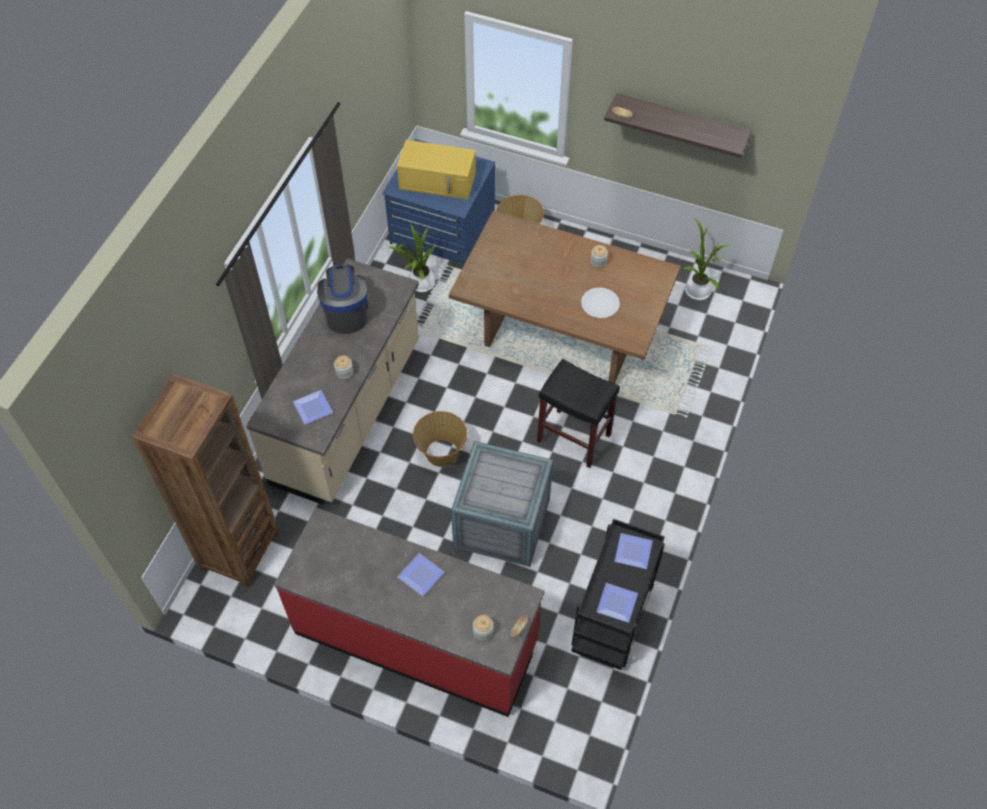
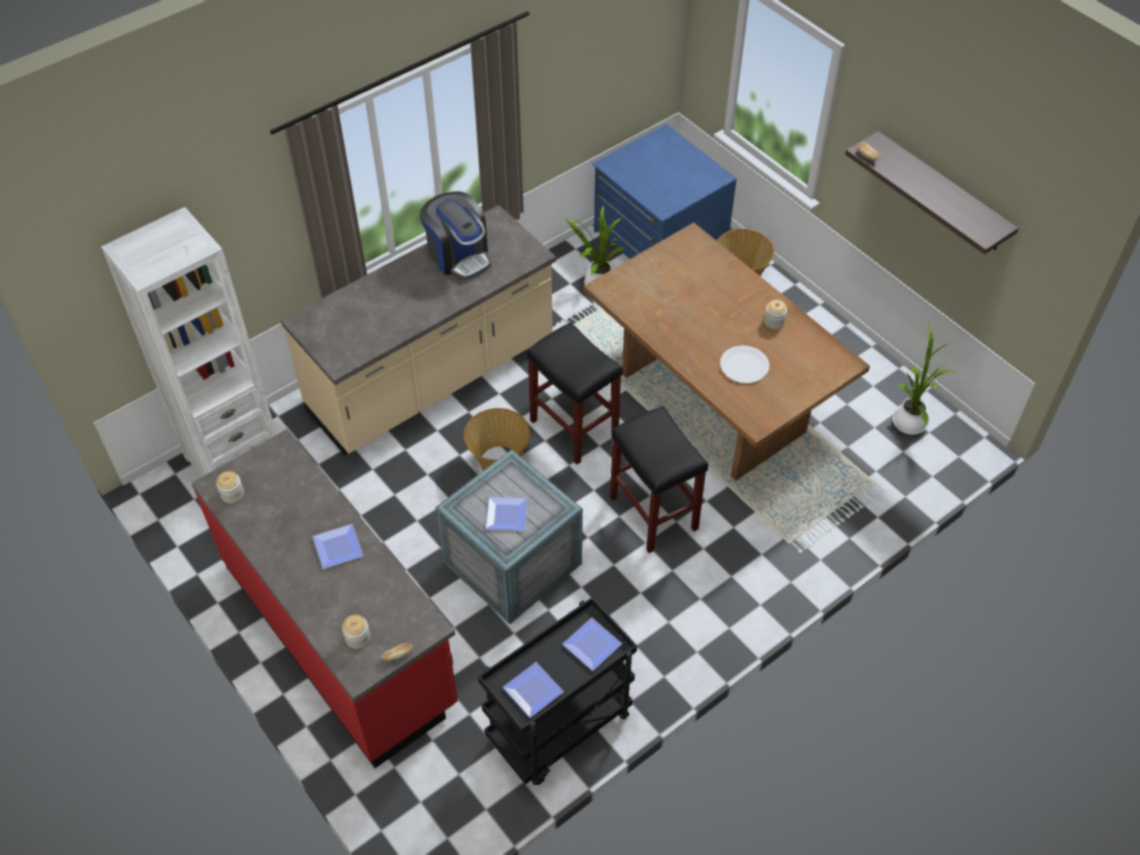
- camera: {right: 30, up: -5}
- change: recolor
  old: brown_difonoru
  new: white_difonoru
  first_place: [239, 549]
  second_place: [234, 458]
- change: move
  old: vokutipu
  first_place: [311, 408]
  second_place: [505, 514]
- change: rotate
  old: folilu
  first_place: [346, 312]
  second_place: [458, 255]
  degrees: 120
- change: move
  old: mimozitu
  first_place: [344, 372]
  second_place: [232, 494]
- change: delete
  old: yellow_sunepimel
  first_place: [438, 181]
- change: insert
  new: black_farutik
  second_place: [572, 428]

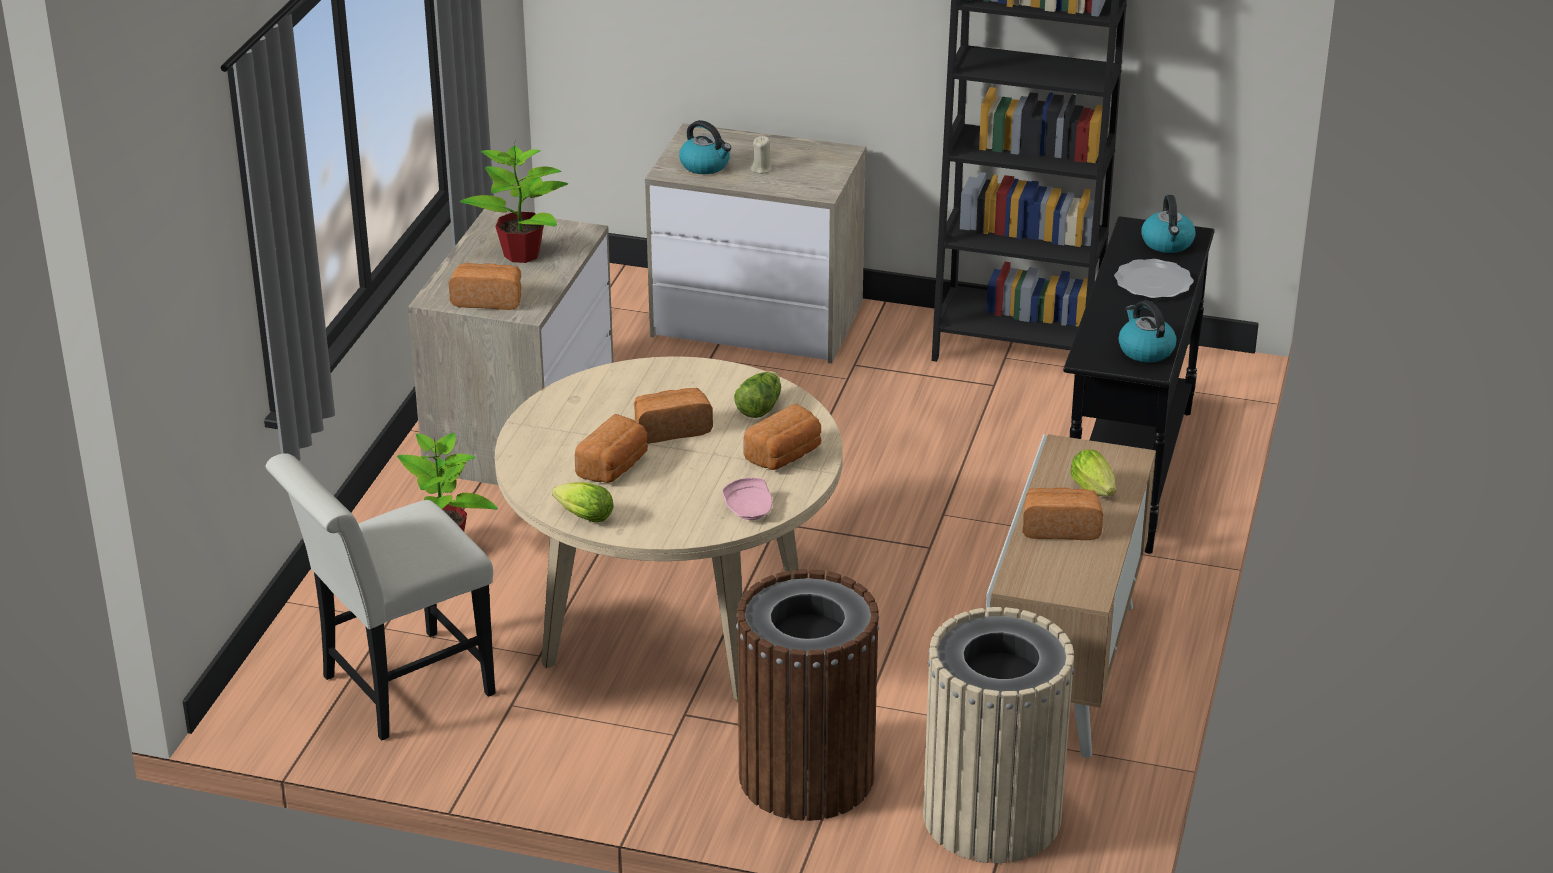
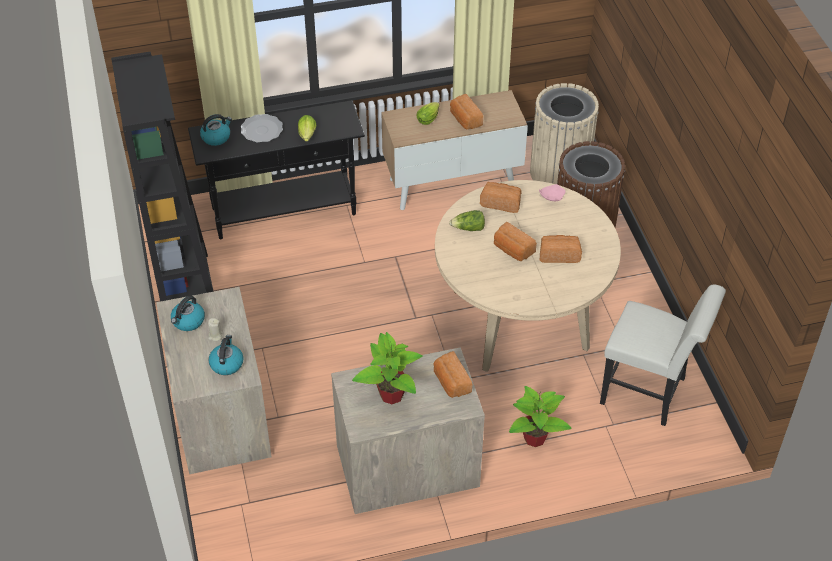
- camera: {right: -120, up: 15}
- change: move
  old: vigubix
  first_place: [582, 516]
  second_place: [307, 136]
- change: move
  old: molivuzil
  first_place: [1145, 350]
  second_place: [188, 321]

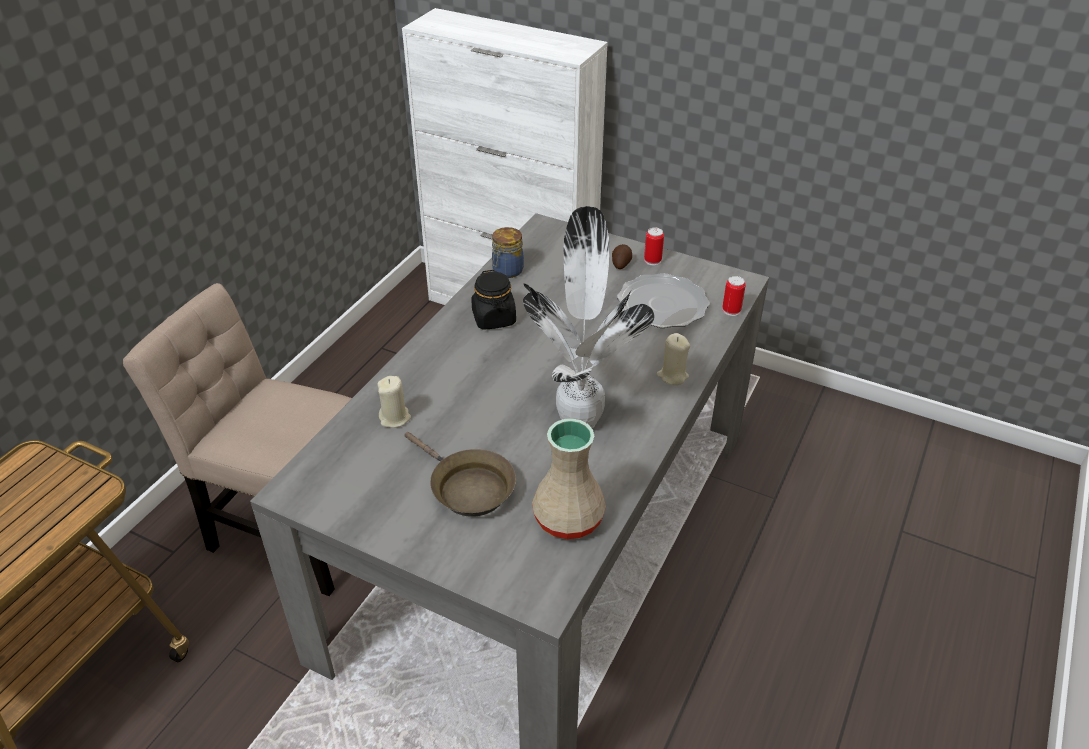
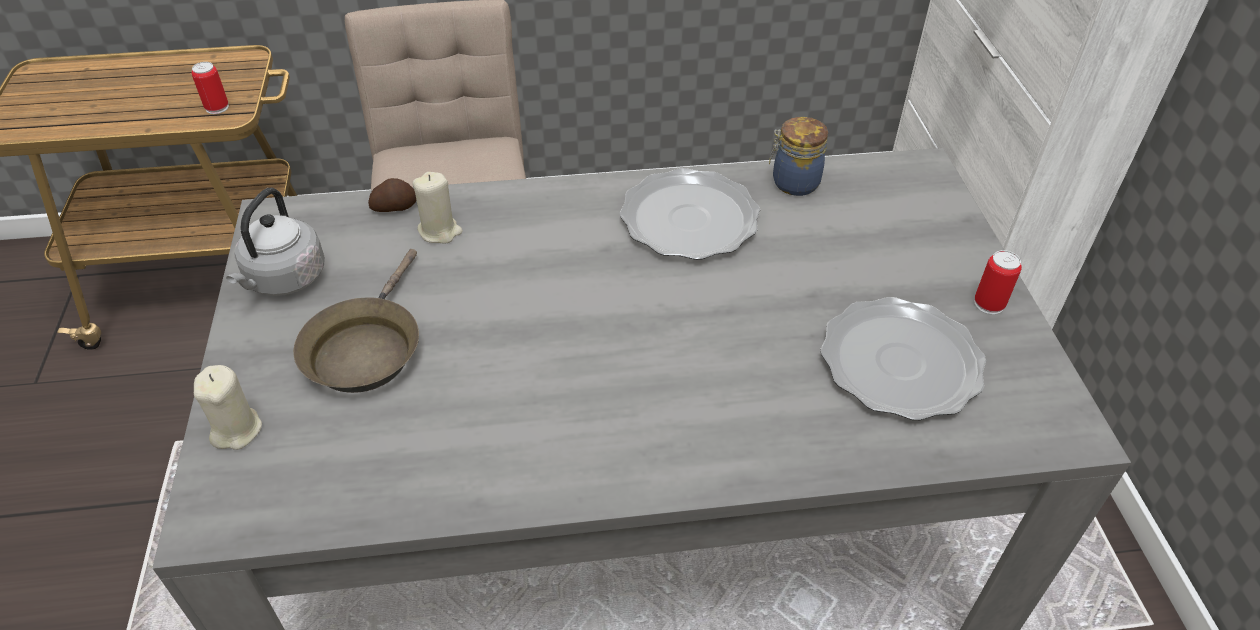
- camera: {right: 55, up: 5}
- change: replace
  old: black_mimozitu
  new: vokutipu
  first_place: [494, 318]
  second_place: [689, 218]
- change: delete
  old: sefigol
  first_place: [580, 418]
- change: delete
  old: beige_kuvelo
  first_place: [568, 520]
- change: move
  old: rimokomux
  first_place: [621, 263]
  second_place: [394, 206]
- change: move
  old: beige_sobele
  first_place: [672, 376]
  second_place: [236, 430]
- change: move
  old: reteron
  first_place: [731, 310]
  second_place: [217, 107]
- change: insert
  new: grey_molivuzil
  second_place: [284, 280]

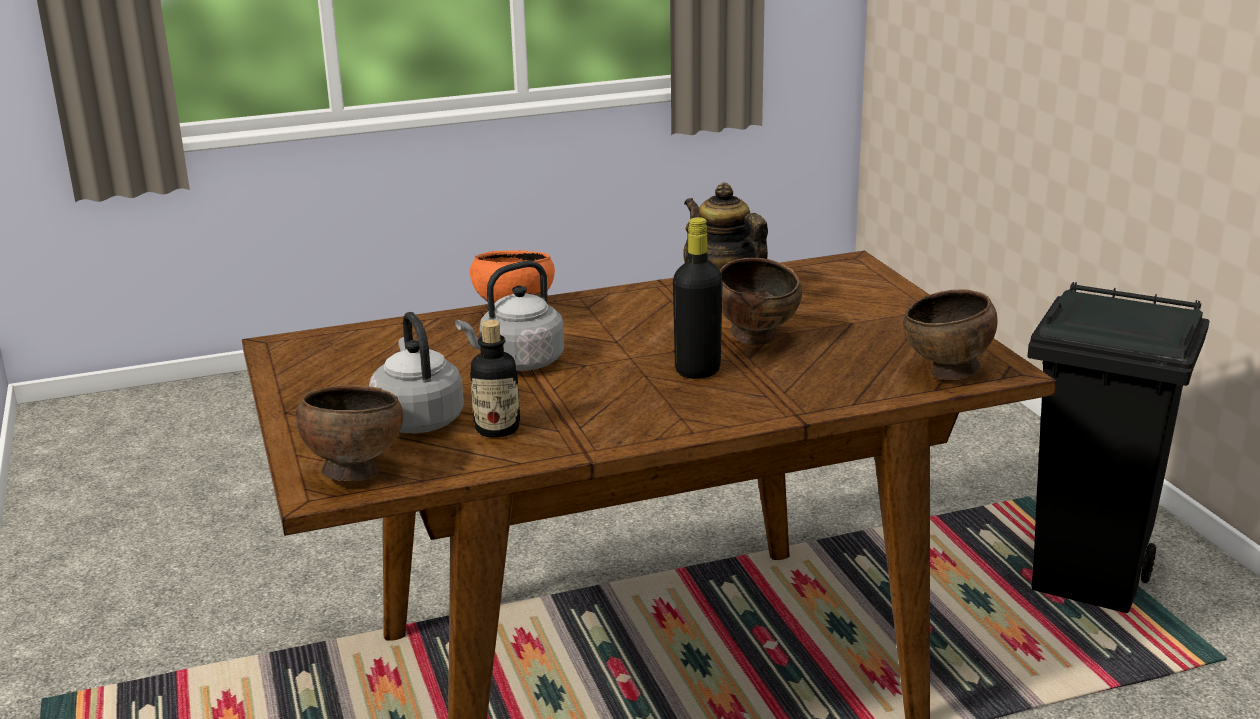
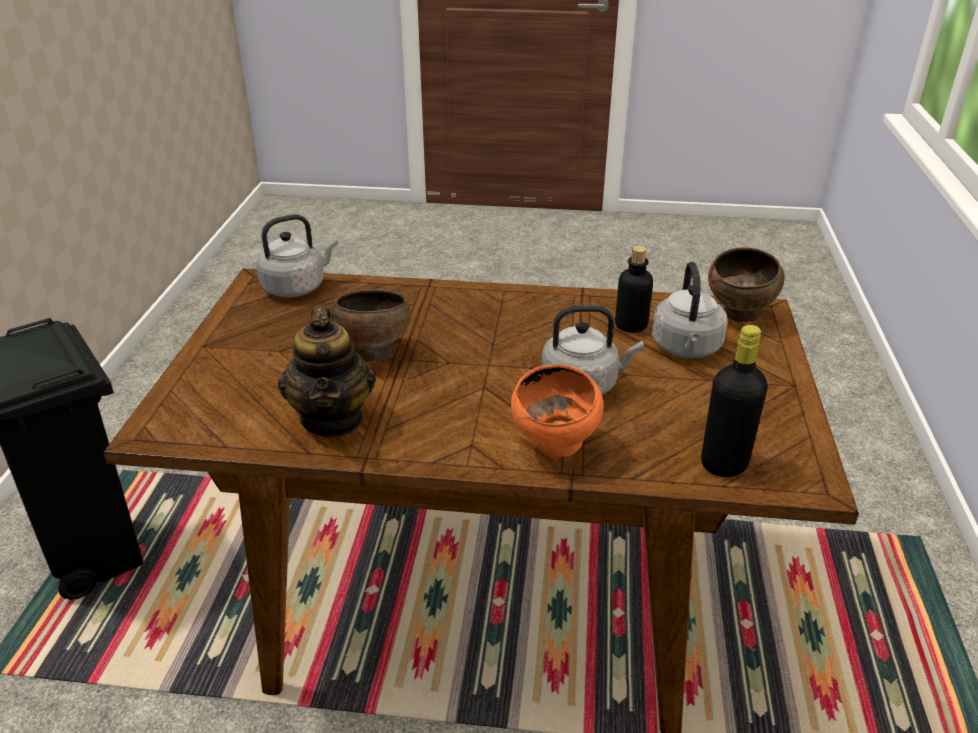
- camera: {right: -155, up: 10}
- change: move
  old: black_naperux
  first_place: [697, 370]
  second_place: [724, 464]
- change: replace
  old: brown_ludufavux
  new: grey_molivuzil
  first_place: [947, 375]
  second_place: [297, 287]

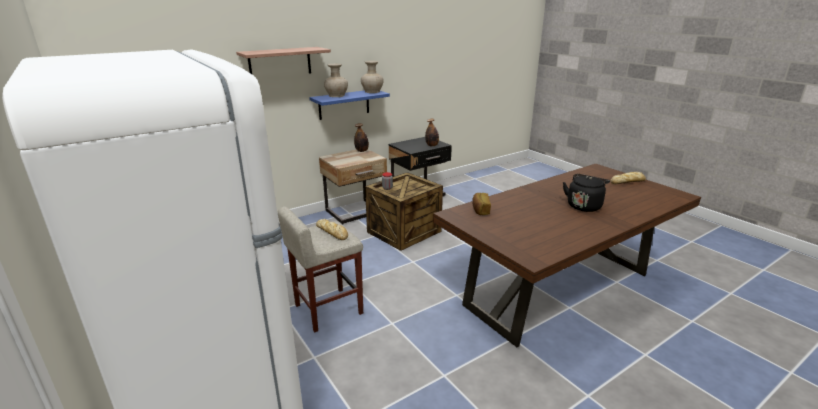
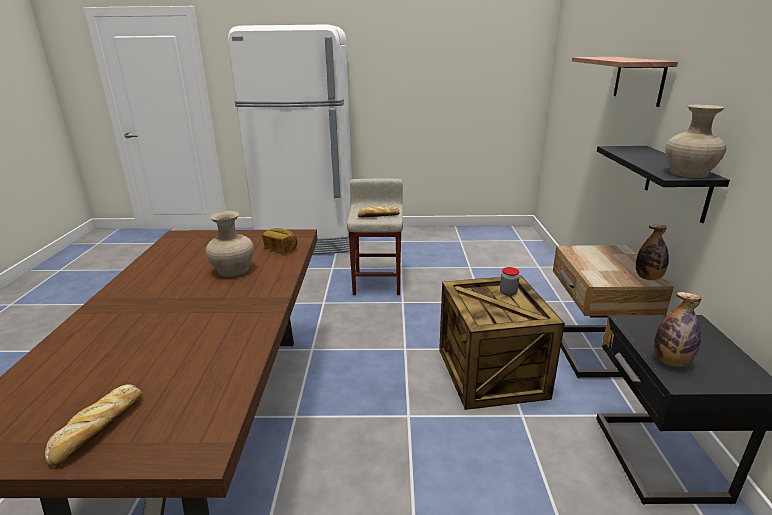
- camera: {right: 125, up: 0}
- change: recolor
  old: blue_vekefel
  new: black_vekefel
  first_place: [344, 104]
  second_place: [677, 182]
- change: move
  old: beige_kuvelo
  first_place: [336, 95]
  second_place: [233, 269]
- change: delete
  old: black_molivuzil
  first_place: [584, 206]

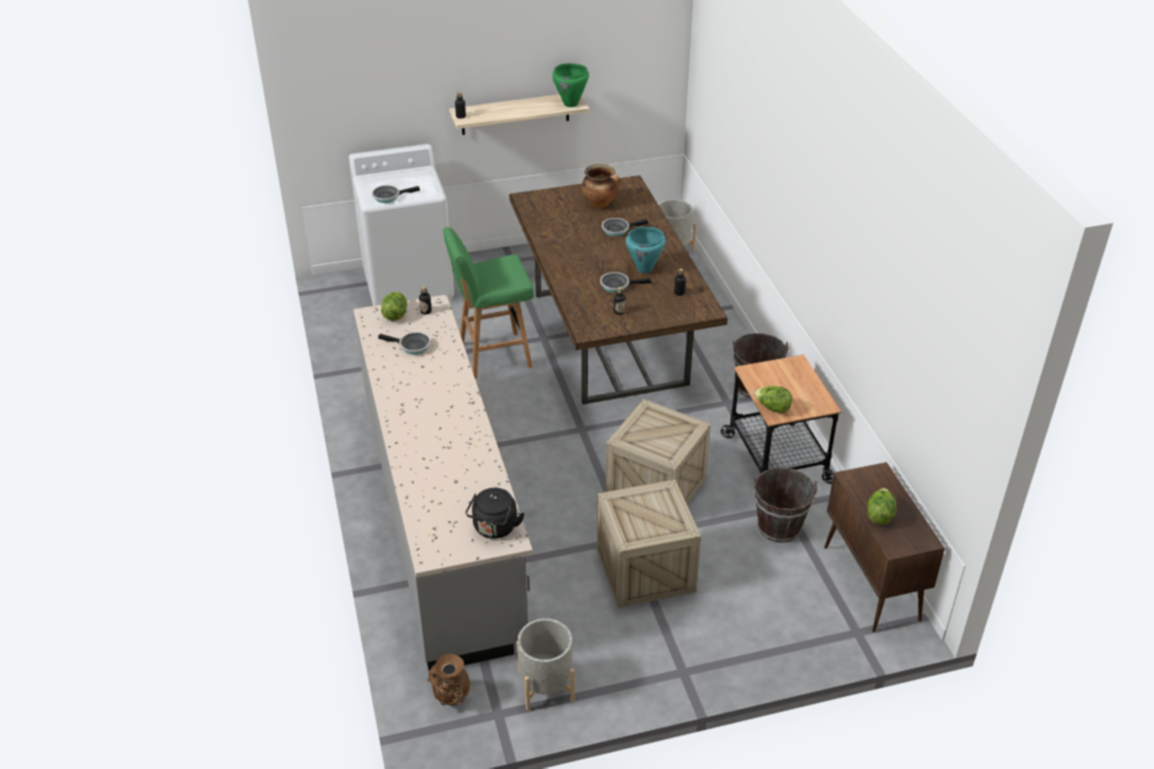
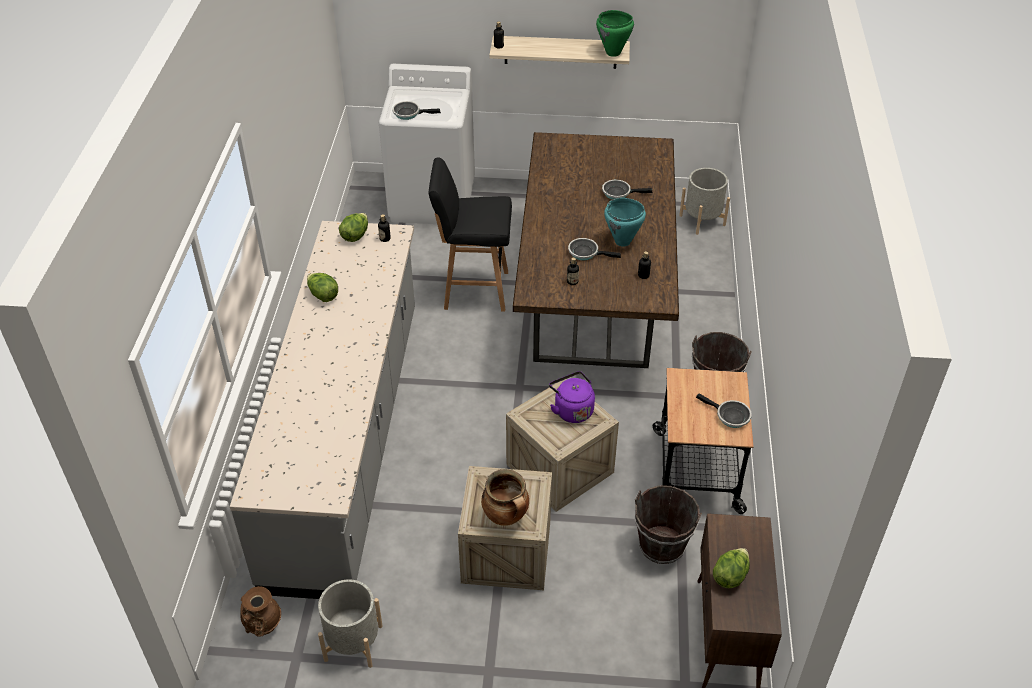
- camera: {right: 20, up: 5}
- change: move
  old: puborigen
  first_place: [412, 346]
  second_place: [730, 416]
- change: recolor
  old: green_farutik
  new: black_farutik
  first_place: [493, 355]
  second_place: [474, 290]
- change: delete
  old: black_molivuzil
  first_place: [494, 529]
- change: move
  old: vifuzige
  first_place: [600, 204]
  second_place: [506, 517]
- change: move
  old: vigubix
  first_place: [772, 408]
  second_place: [323, 295]
- change: insert
  new: purple_molivuzil
  second_place: [572, 410]

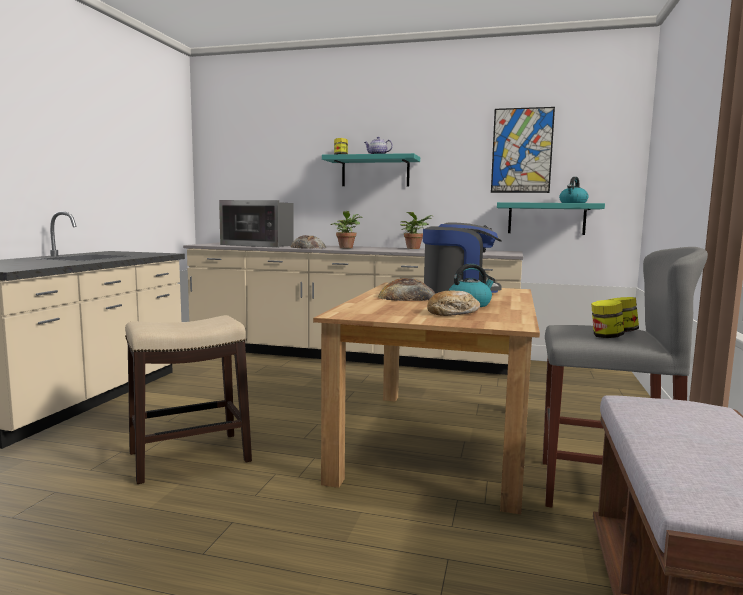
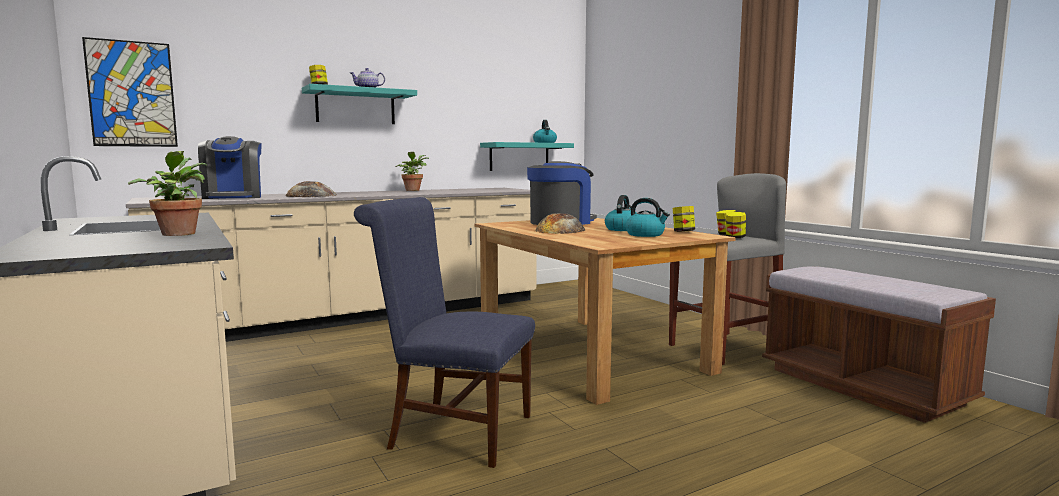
- camera: {right: -45, up: 0}
- change: replace
  old: farutik
  new: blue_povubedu
  first_place: [191, 456]
  second_place: [452, 431]
- change: replace
  old: sunepimel
  new: folilu
  first_place: [260, 245]
  second_place: [233, 197]
- change: move
  old: sefigol
  first_place: [346, 247]
  second_place: [178, 233]
- change: replace
  old: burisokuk
  new: molivuzil
  first_place: [453, 313]
  second_place: [645, 235]
- change: move
  old: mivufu
  first_place: [522, 150]
  second_place: [132, 94]
- change: insert
  new: mimozitu
  second_place: [683, 232]

